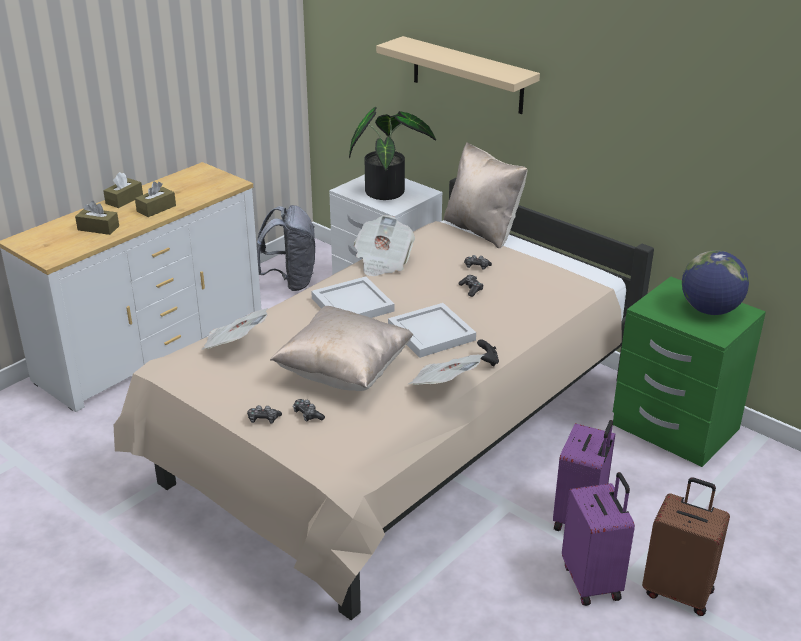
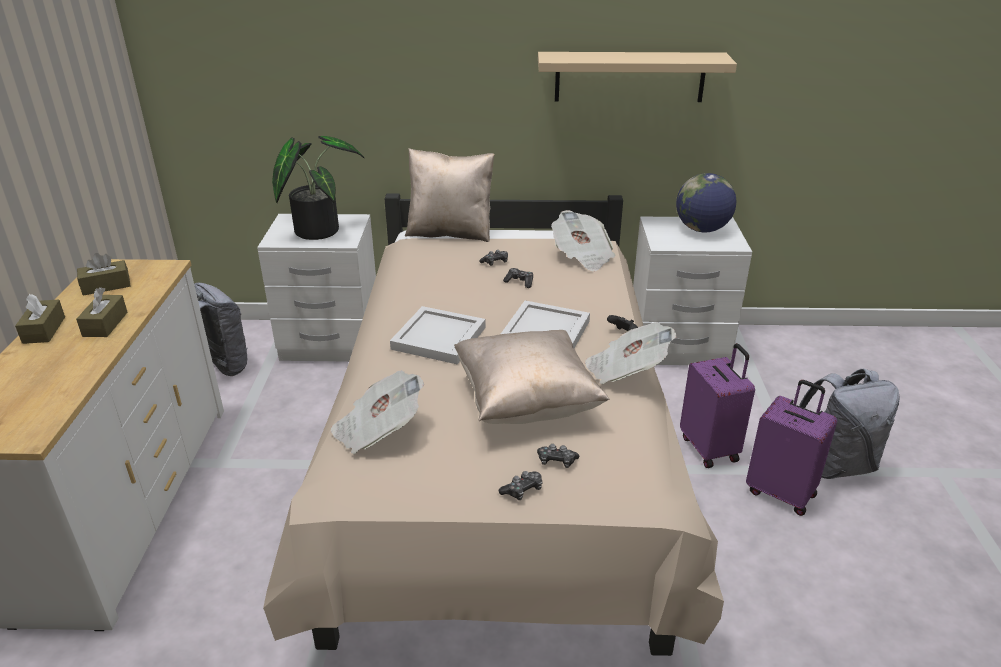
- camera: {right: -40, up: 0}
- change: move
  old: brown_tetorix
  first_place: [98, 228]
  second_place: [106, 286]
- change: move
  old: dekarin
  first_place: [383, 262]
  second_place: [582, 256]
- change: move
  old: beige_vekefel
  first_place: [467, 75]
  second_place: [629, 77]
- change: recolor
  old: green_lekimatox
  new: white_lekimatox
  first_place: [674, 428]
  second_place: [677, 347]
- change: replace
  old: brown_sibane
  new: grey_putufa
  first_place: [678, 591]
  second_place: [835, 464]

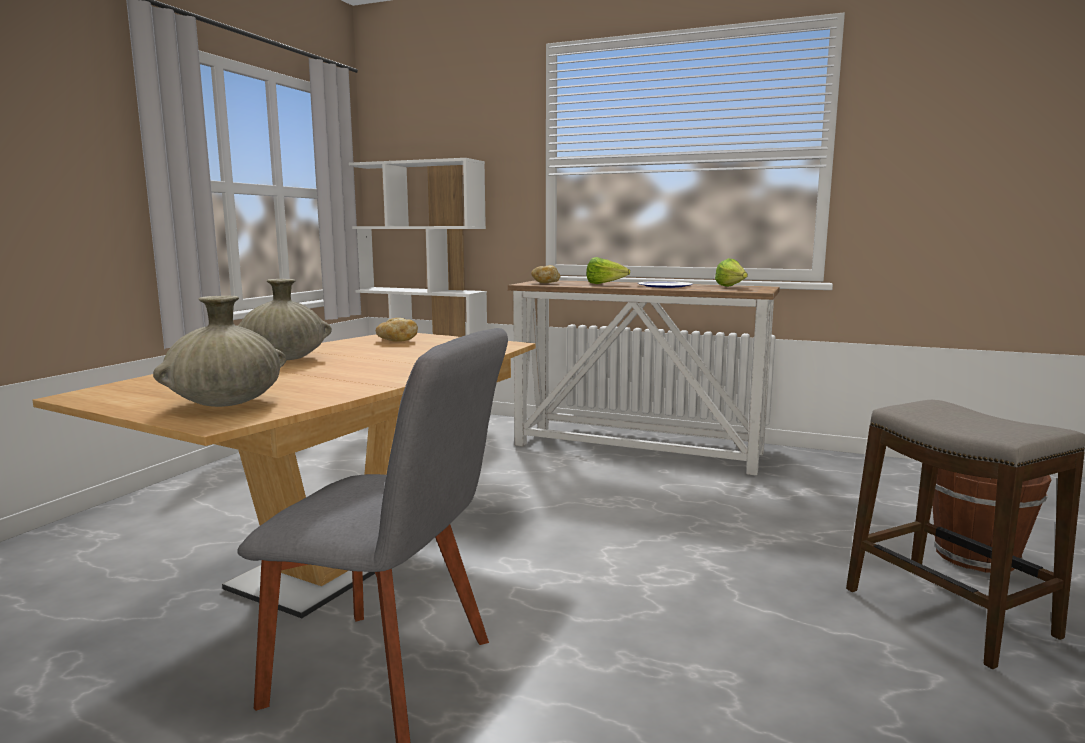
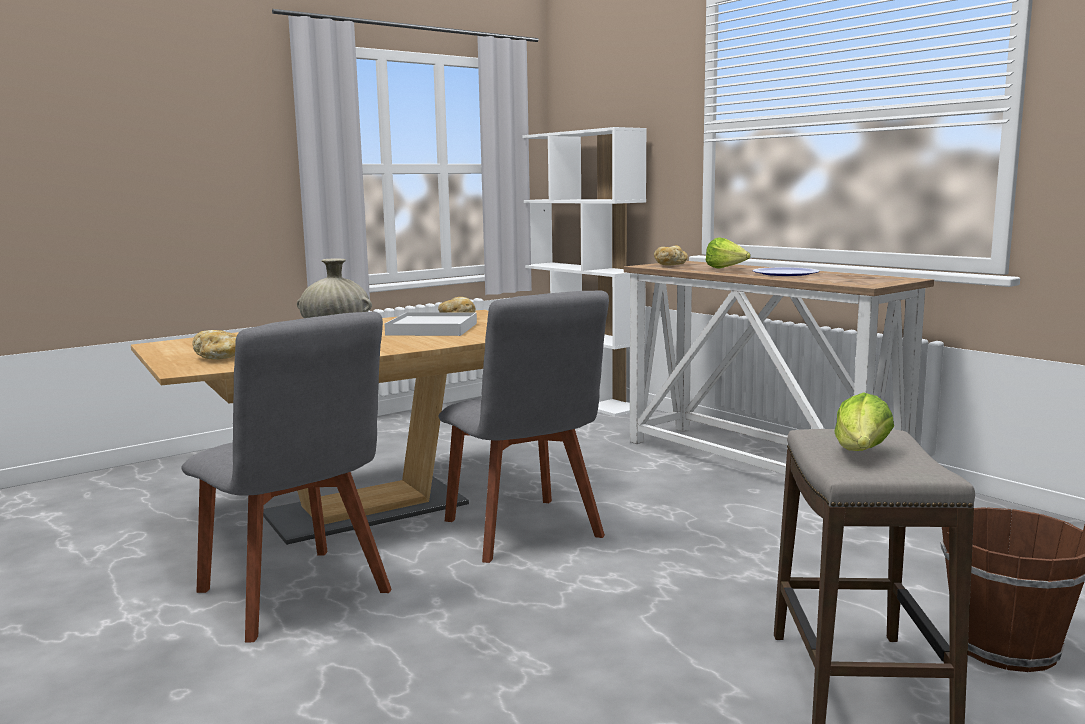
- camera: {right: 30, up: 0}
- change: replace
  old: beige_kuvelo
  new: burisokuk
  first_place: [226, 403]
  second_place: [220, 358]
- change: move
  old: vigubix
  first_place: [731, 287]
  second_place: [861, 454]
- change: insert
  new: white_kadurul
  second_place: [432, 329]
- change: insert
  new: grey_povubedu
  second_place: [525, 532]

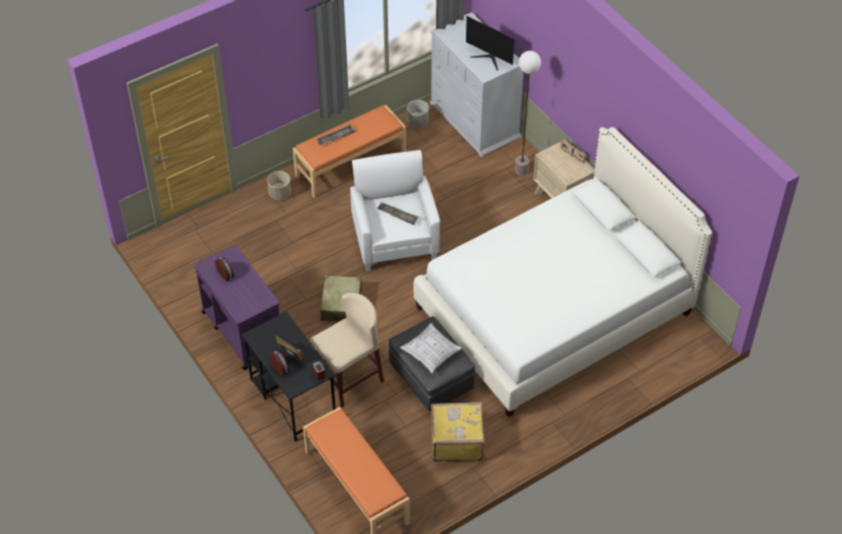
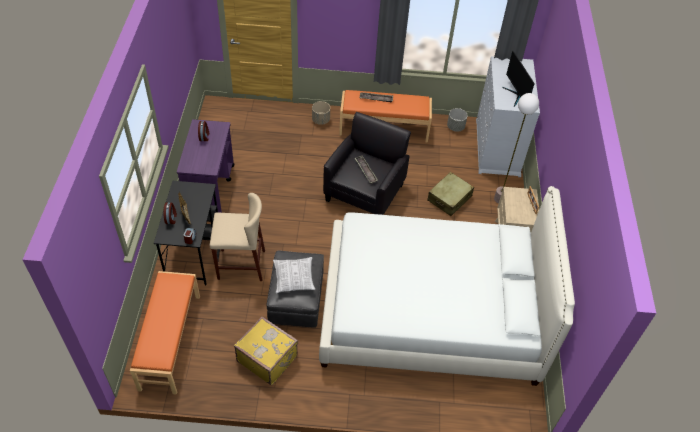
- camera: {right: 35, up: 0}
- change: move
  old: beige_sibane
  first_place: [341, 304]
  second_place: [449, 198]
- change: recolor
  old: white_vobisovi
  new: black_vobisovi
  first_place: [395, 239]
  second_place: [365, 192]

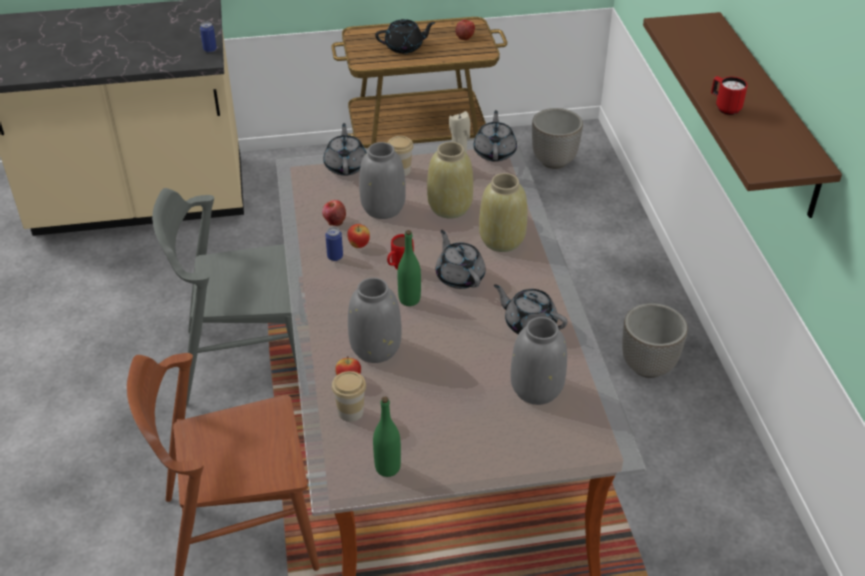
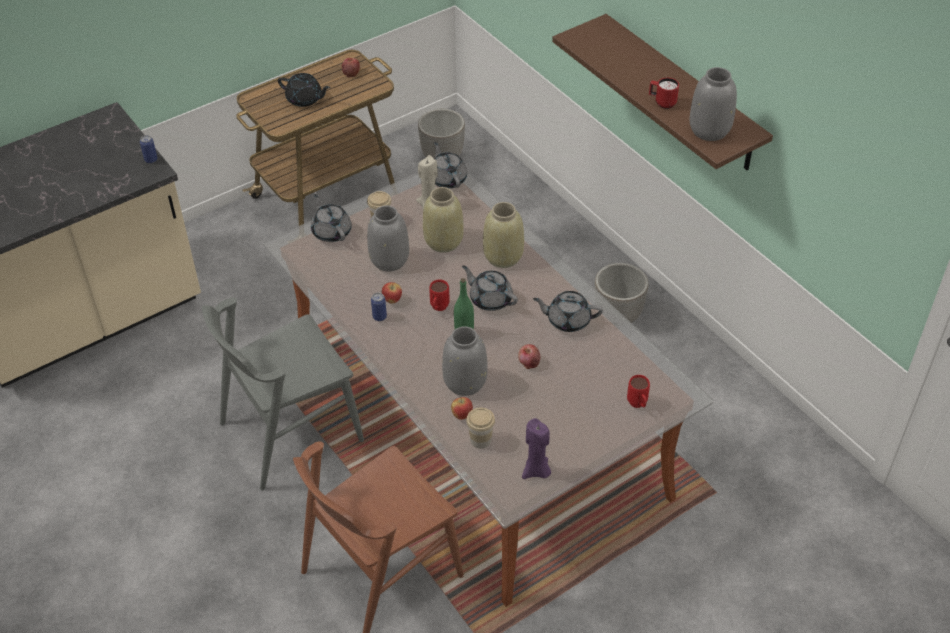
- camera: {right: -25, up: 5}
- change: move
  old: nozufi
  first_place: [334, 220]
  second_place: [529, 363]
- change: replace
  old: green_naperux
  new: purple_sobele
  first_place: [387, 467]
  second_place: [536, 471]
- change: rotate
  old: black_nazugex
  first_place: [405, 47]
  second_place: [305, 99]
  degrees: 60
- change: move
  old: grey_kuvelo
  first_place: [536, 389]
  second_place: [709, 131]
- change: insert
  new: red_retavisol
  second_place: [638, 405]

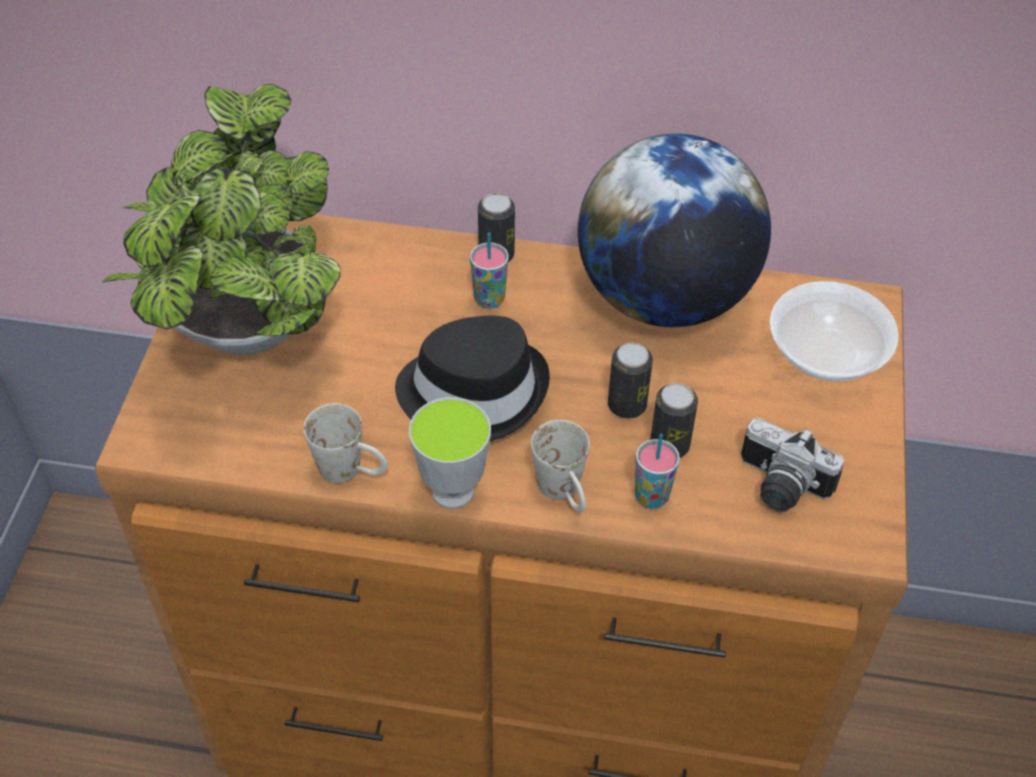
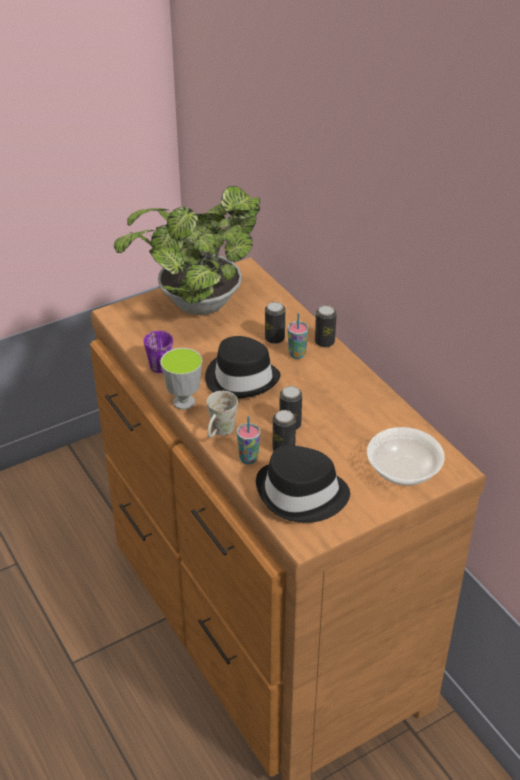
- camera: {right: 50, up: -10}
- change: recolor
  old: white_retavisol
  new: purple_retavisol
  first_place: [352, 471]
  second_place: [162, 370]
- change: delete
  old: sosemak
  first_place: [664, 297]
- change: replace
  old: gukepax
  new: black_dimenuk
  first_place: [778, 487]
  second_place: [301, 495]
- change: insert
  new: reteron
  second_place: [274, 338]

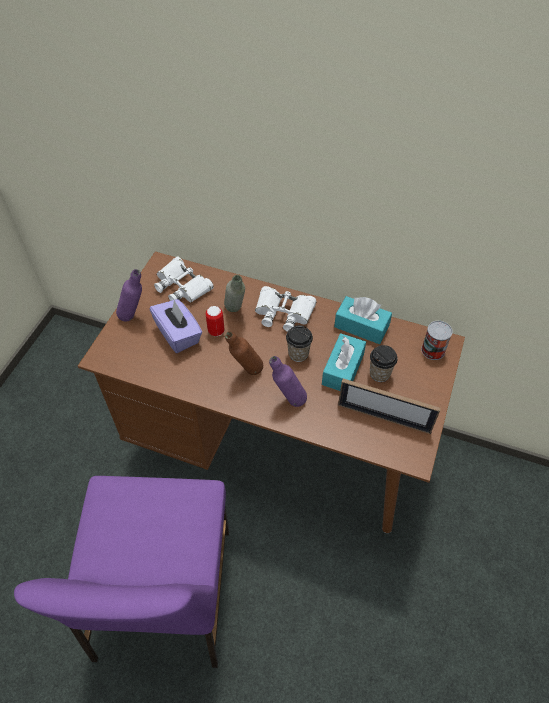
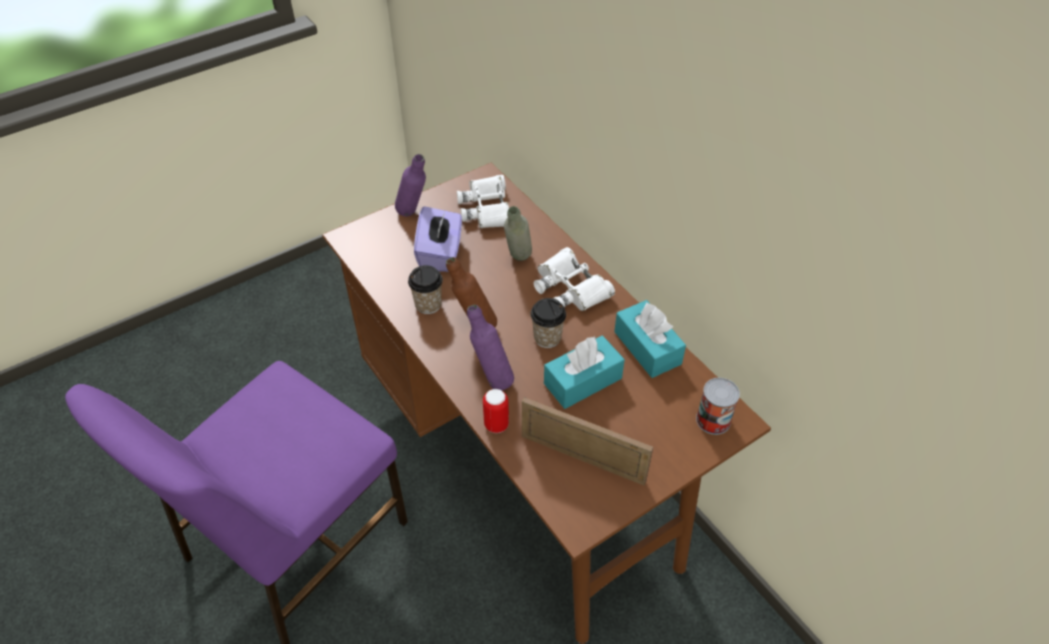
- camera: {right: 35, up: -5}
- change: move
  old: reteron
  first_place: [216, 331]
  second_place: [496, 424]
- change: rotate
  old: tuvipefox
  first_place: [384, 418]
  second_place: [582, 458]
  degrees: 150
- change: move
  old: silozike
  first_place: [379, 374]
  second_place: [428, 305]

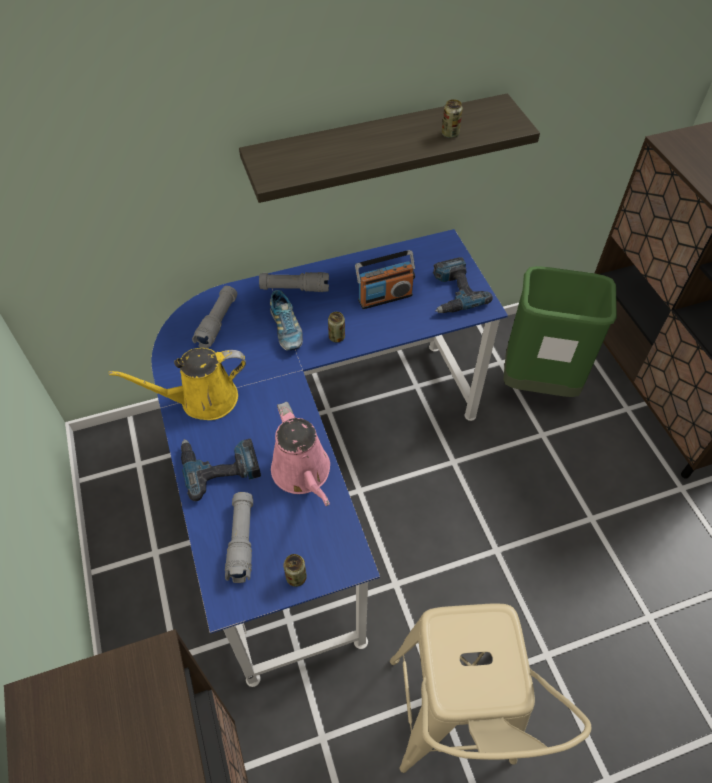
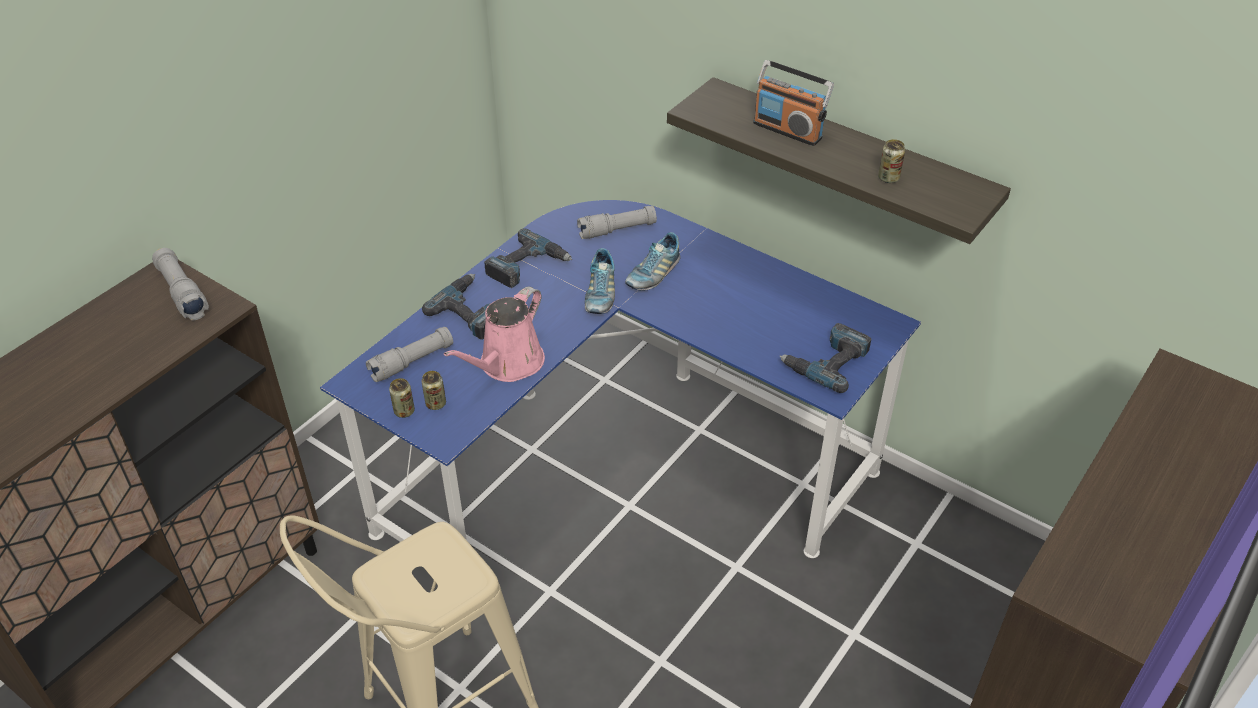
- camera: {right: 55, up: -10}
- change: replace
  old: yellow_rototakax
  new: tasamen
  first_place: [202, 400]
  second_place: [527, 266]
- change: move
  old: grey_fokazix
  first_place: [294, 288]
  second_place: [182, 292]
- change: move
  old: reteron
  first_place: [336, 337]
  second_place: [435, 404]
- change: move
  old: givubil
  first_place: [385, 297]
  second_place: [788, 130]
- change: delete
  old: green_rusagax
  first_place: [538, 383]
- change: insert
  new: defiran
  second_place: [600, 294]

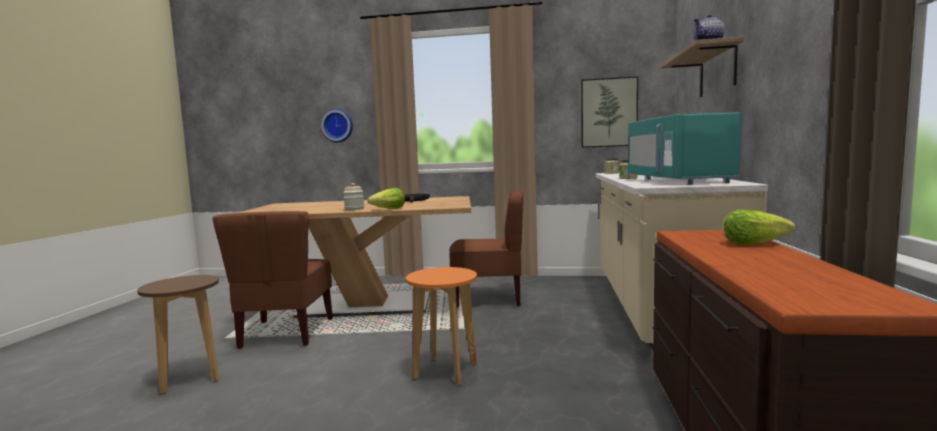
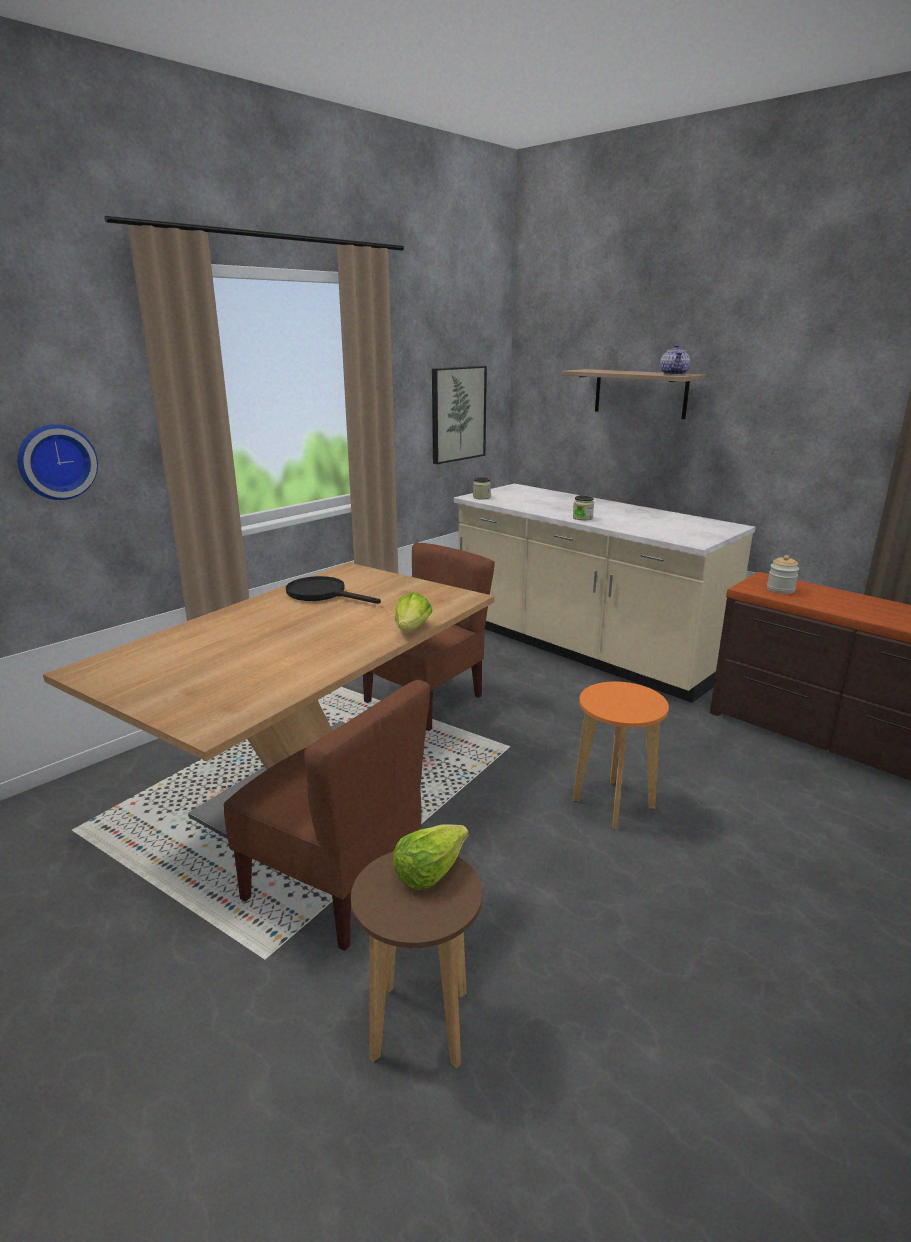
- camera: {right: -55, up: 15}
- change: move
  old: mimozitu
  first_place: [354, 209]
  second_place: [780, 589]
- change: delete
  old: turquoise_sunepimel
  first_place: [677, 181]
- change: move
  old: vigubix
  first_place: [754, 244]
  second_place: [429, 871]

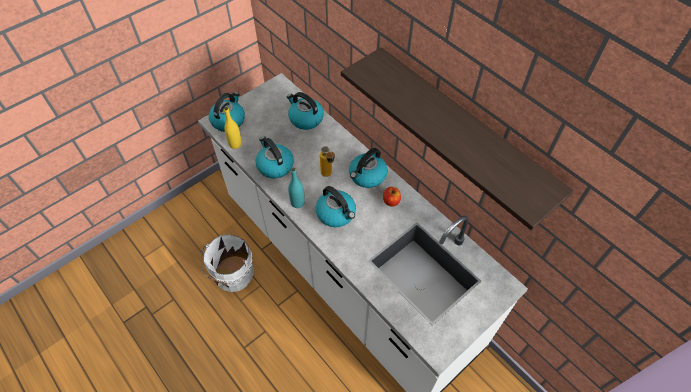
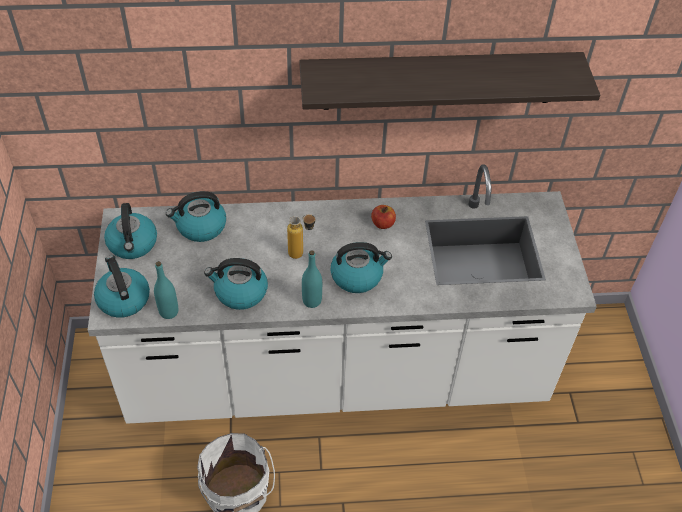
- camera: {right: -55, up: -5}
- change: recolor
  old: yellow_naperux
  new: turquoise_naperux
  first_place: [235, 144]
  second_place: [169, 312]
- change: move
  old: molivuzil
  first_place: [367, 176]
  second_place: [133, 244]

